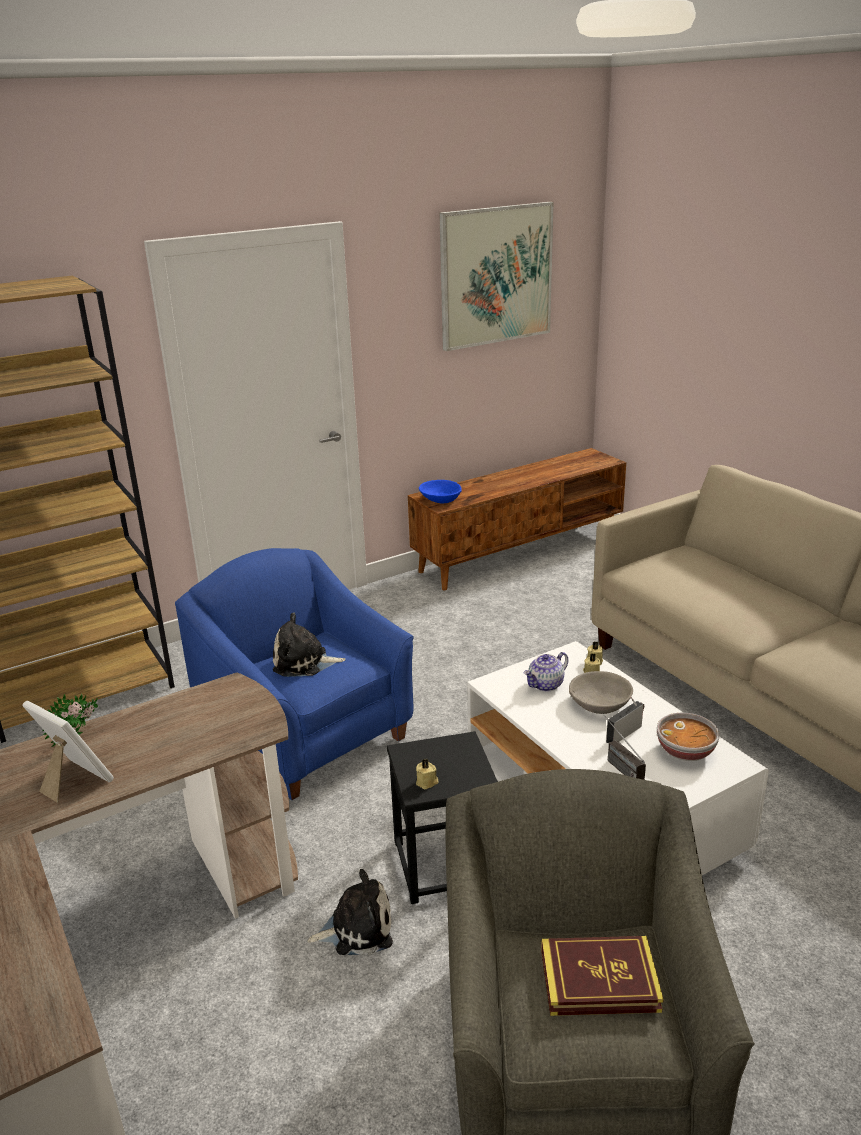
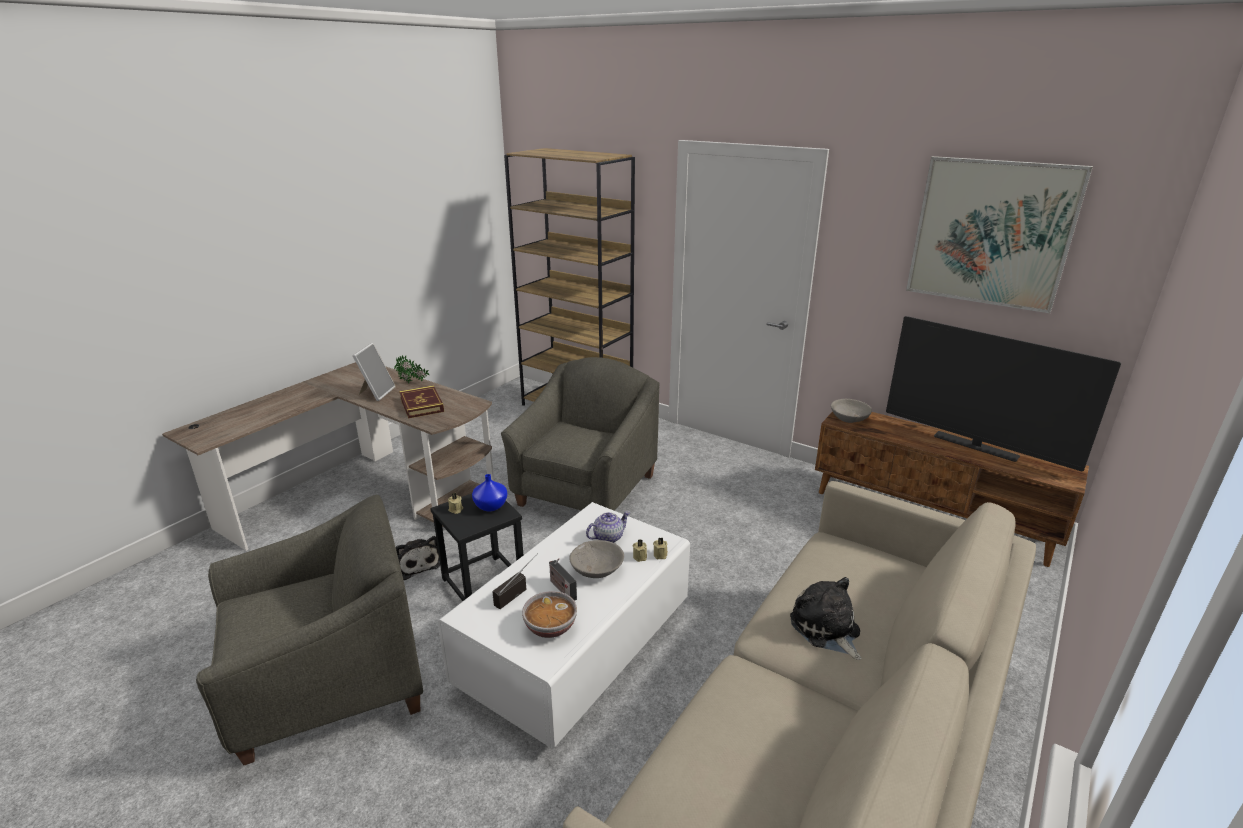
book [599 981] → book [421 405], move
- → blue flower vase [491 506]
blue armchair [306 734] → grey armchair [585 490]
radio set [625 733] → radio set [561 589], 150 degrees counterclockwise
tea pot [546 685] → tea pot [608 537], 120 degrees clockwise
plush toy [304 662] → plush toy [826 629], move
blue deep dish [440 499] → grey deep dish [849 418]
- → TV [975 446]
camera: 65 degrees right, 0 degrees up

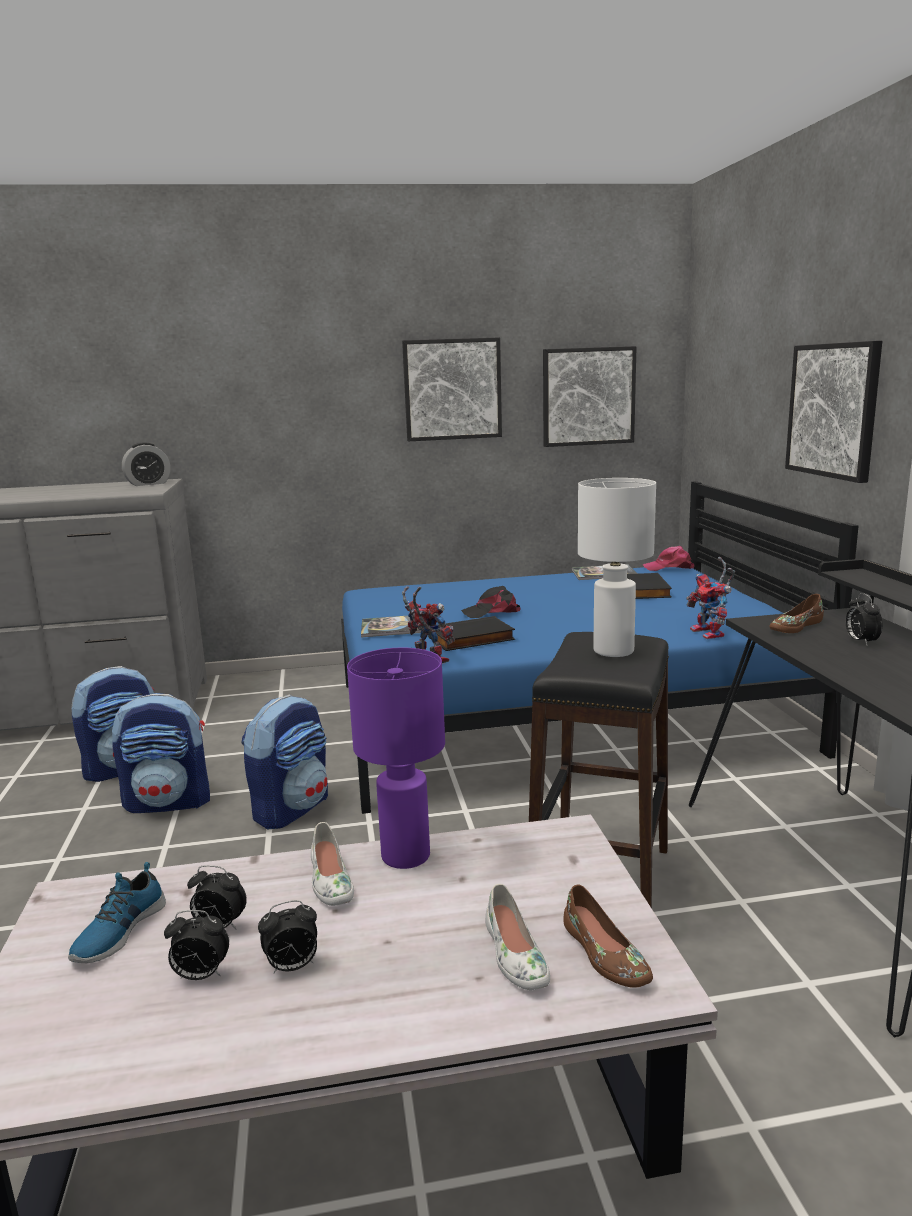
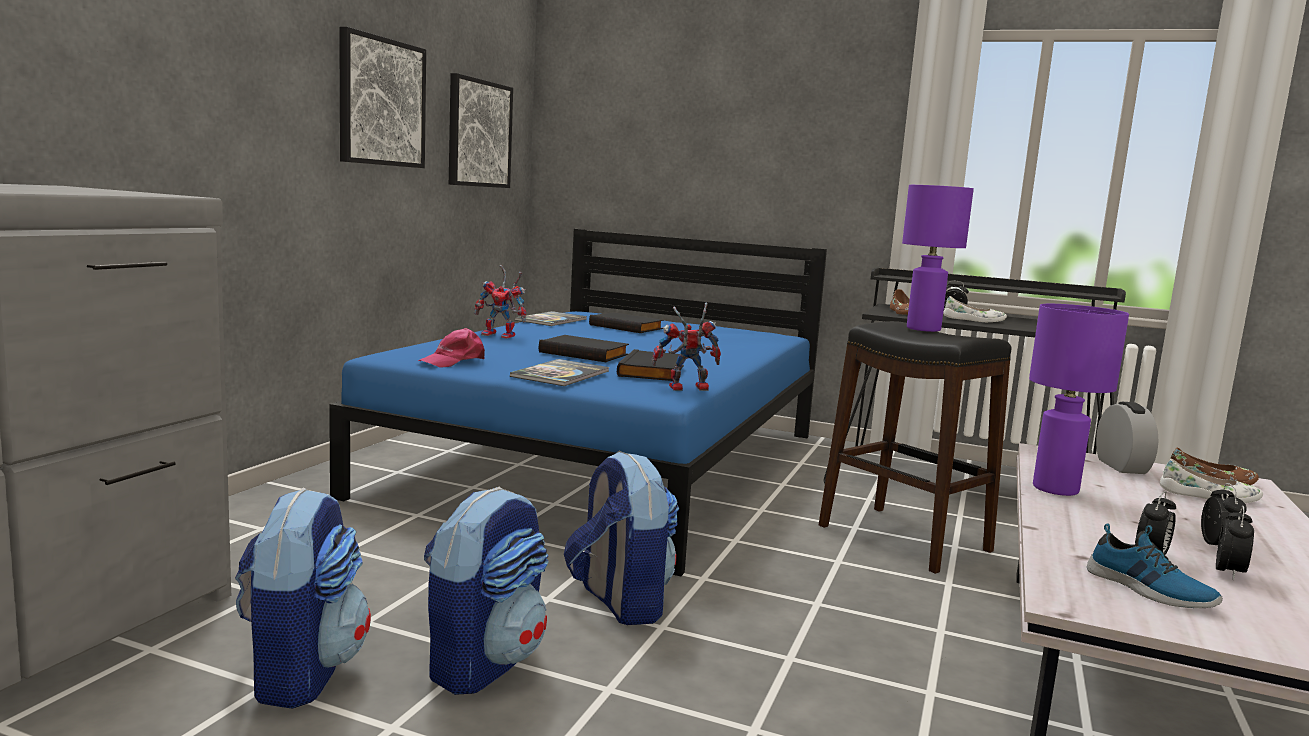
pinkish cap [669 568] → pinkish cap [454 361], move
toy robot [711 634] → toy robot [502 335], move
blackish cap [492 612] → blackish book [585 353]
white-coloured tabletop lamp [614 651] → purple tabletop lamp [924 329]
white-coloured item of footwear [330 880] → white-coloured item of footwear [974 320], move
table clock [148 484] → table clock [1121 466], move
picture [833 410] → -
camera: 60 degrees left, 5 degrees down

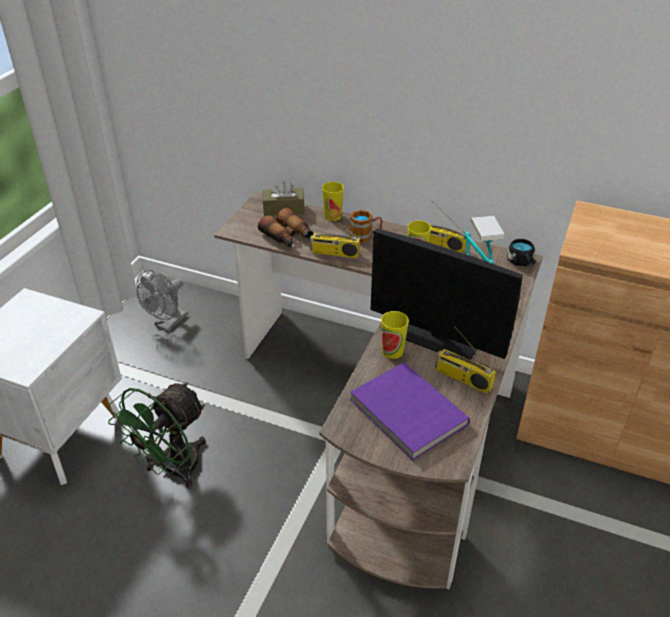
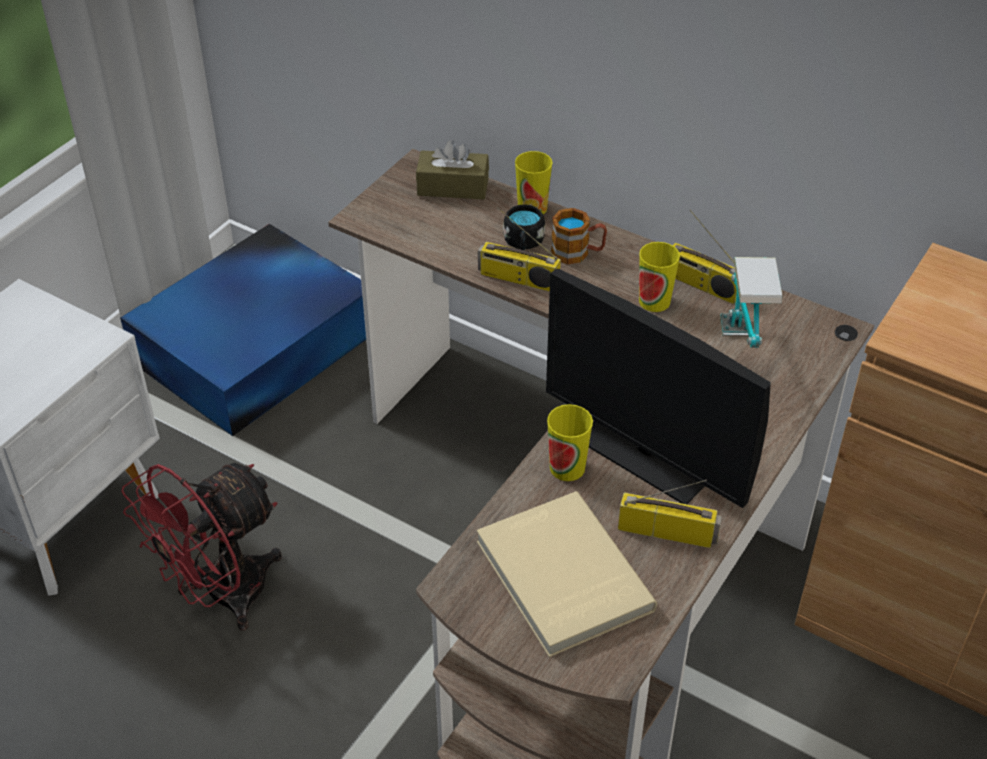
grey electric fan [168 324] → blue storage container [258 345]
greenish electric fan [172 470] → red electric fan [222 596]
purple book [406 413] → beige book [560 577]
blackish tea mug [520 262] → blackish tea mug [523 243], move
radio set [462 379] → radio set [668 531], 150 degrees clockwise
binoculars [288 237] → -
camera: 10 degrees right, 5 degrees up

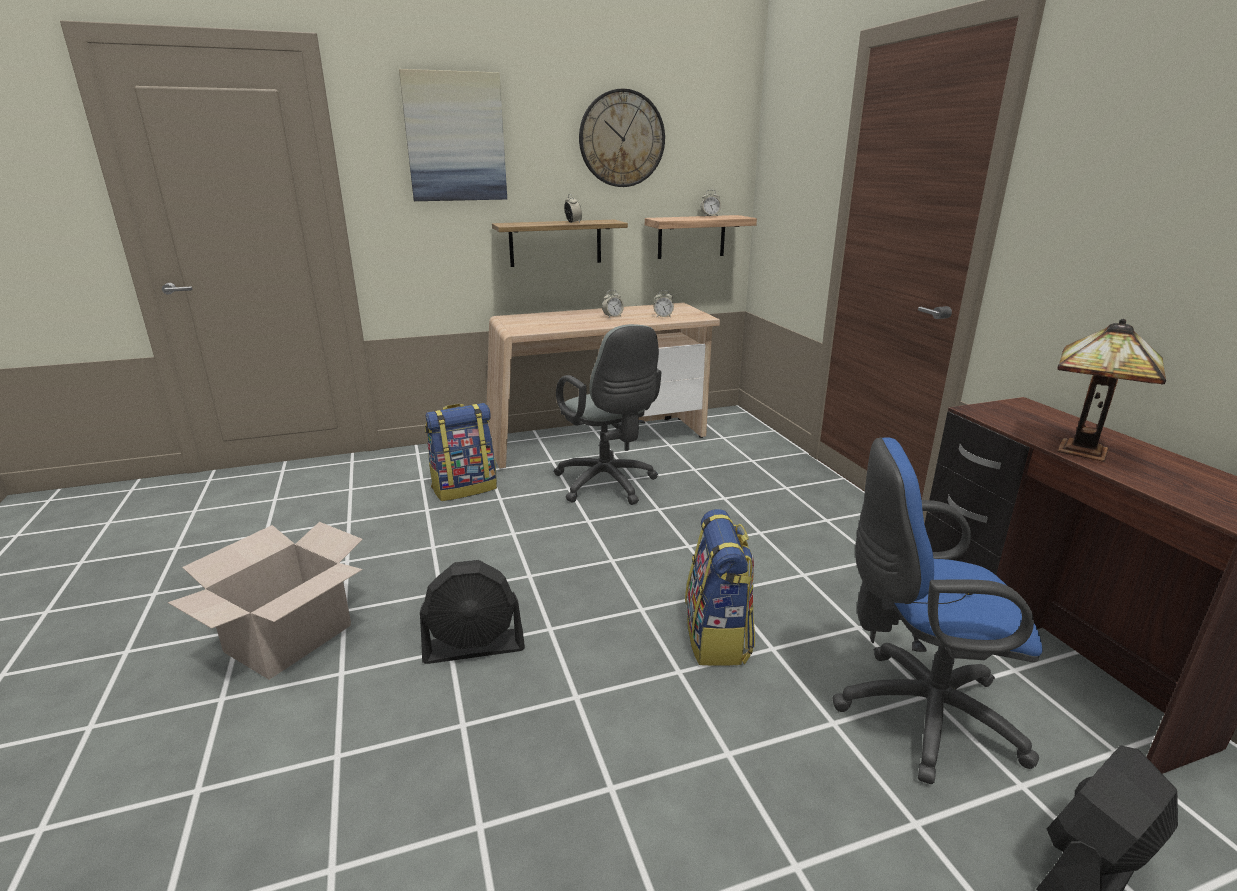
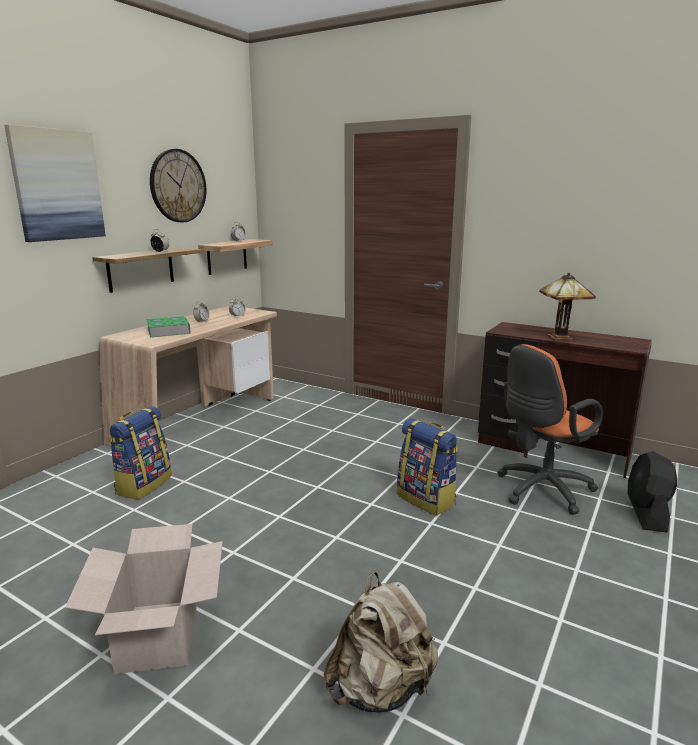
- → book [168 331]
- → beige rucksack [381 688]
blue desk chair [917 713] → orange desk chair [540 491]
blackish electric fan [474 647] → -
grey desk chair [608 485] → -
camera: 40 degrees left, 5 degrees down

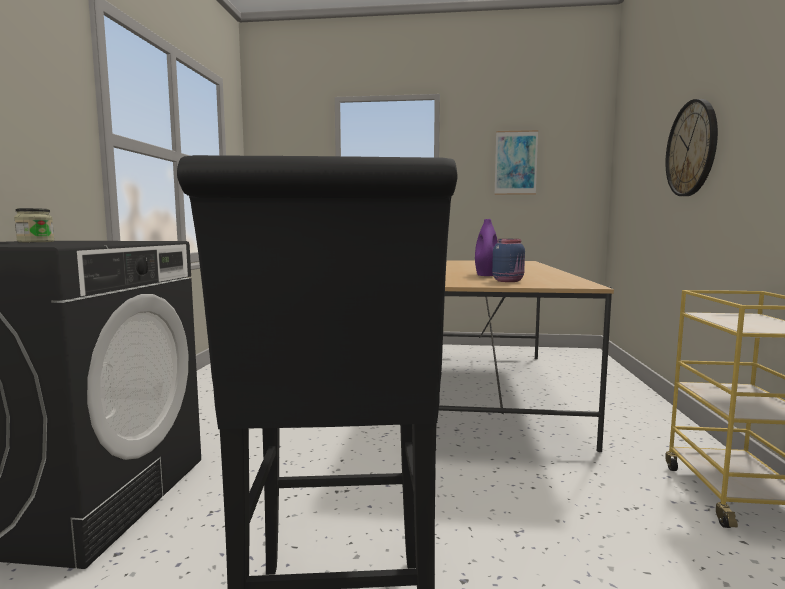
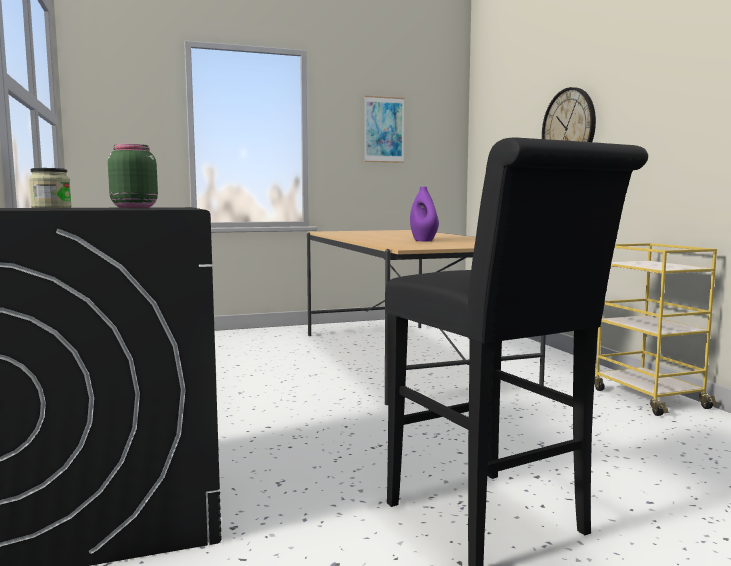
- → greenish storage jar [133 207]
blue storage jar [508 281] → -
camera: 25 degrees left, 0 degrees up

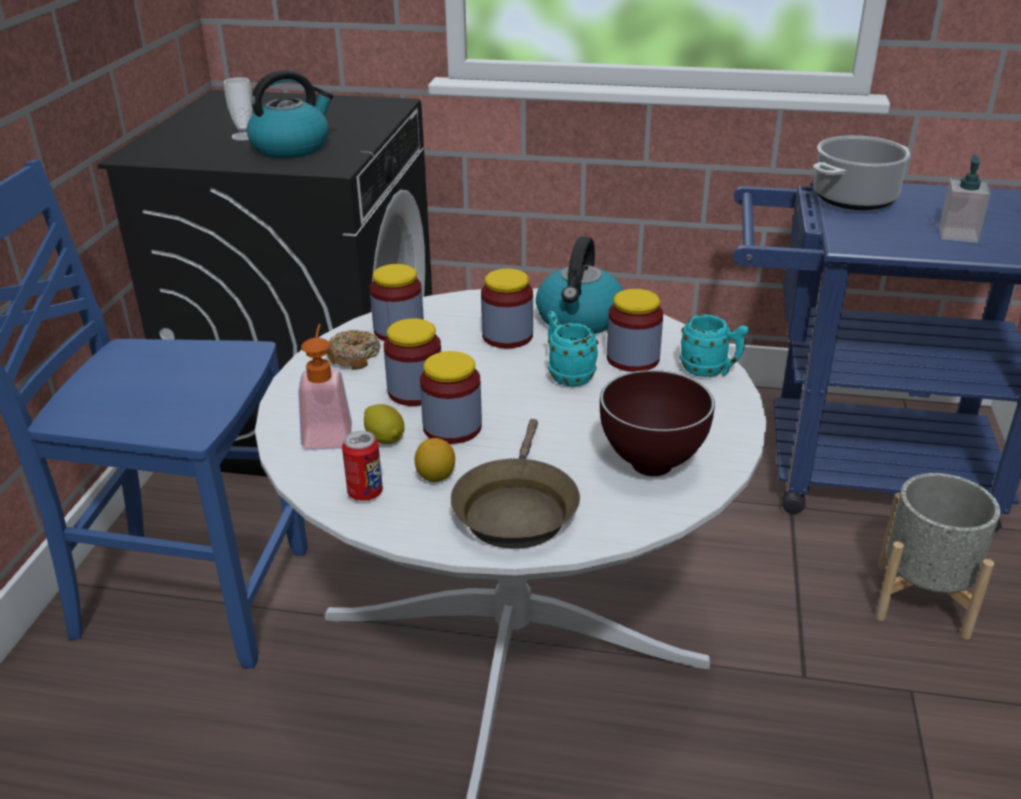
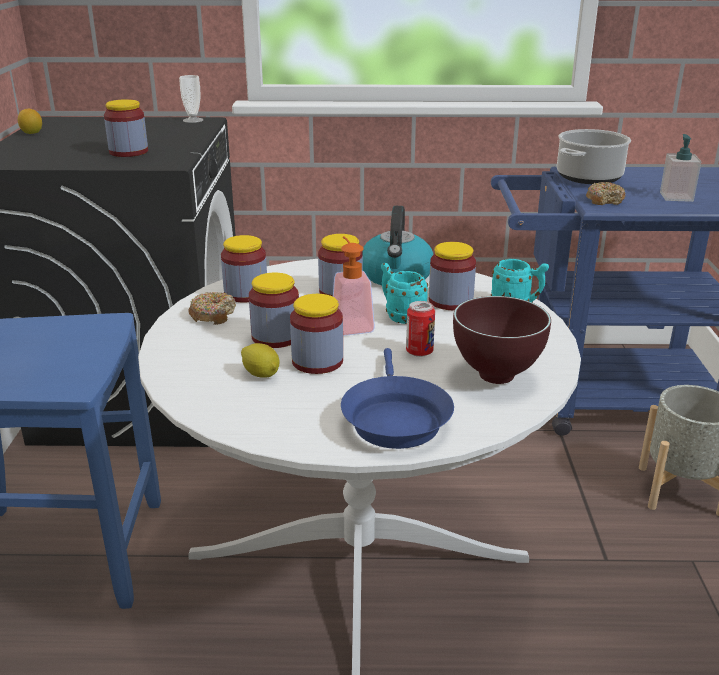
citrus fruit [436 477] → citrus fruit [32 133], move
water kettle [292 147] → storage jar [128 152]
drinking cup [245 136] → drinking cup [193 120], move
soap dispenser [328 431] → soap dispenser [350 323], move
brownish pan [515 509] → blue pan [394 418]
metal can [365 493] → metal can [419 352], move
- → donut [604 200]
camera: 10 degrees left, 5 degrees down

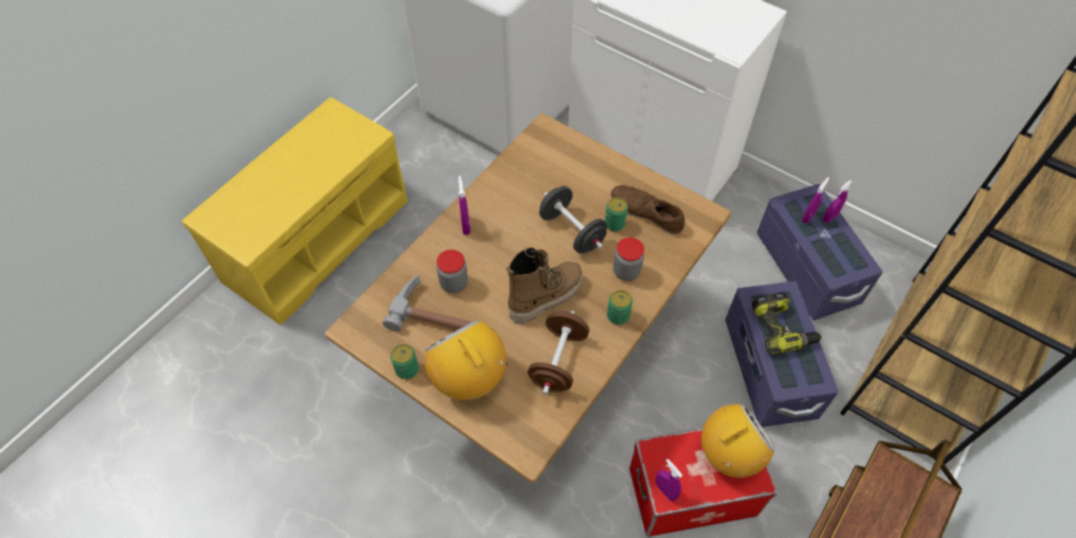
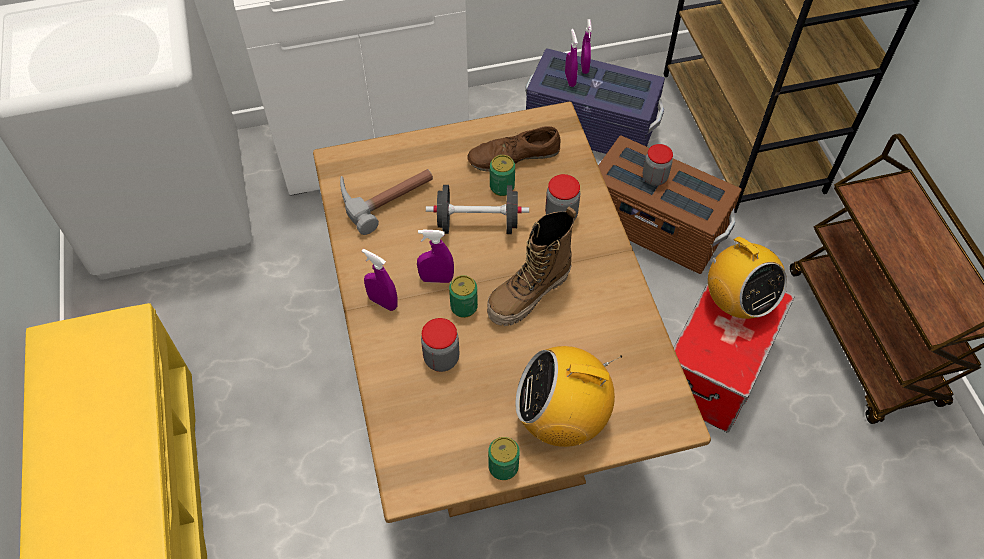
hand hammer [435 313] → hand hammer [385 194], move
purple spray bottle [665 490] → purple spray bottle [436 279], move
metal can [618 316] → metal can [464 307], move
high-top boot [545 297] → high-top boot [529 295], 135 degrees counterclockwise
purple storage container [769 369] → brownish storage container [654 227]
electric drill [782 328] → storage jar [654 178]
radio set [729 455] → radio set [736 302], 135 degrees clockwise
brownish free weight [558 361] → -
camera: 50 degrees left, 0 degrees up

